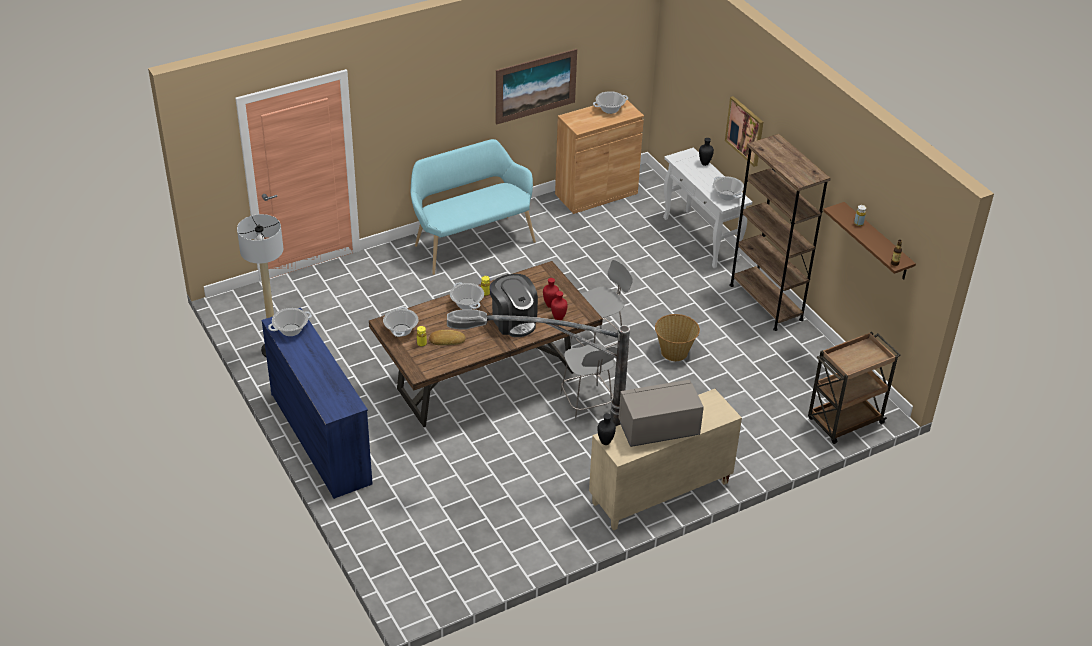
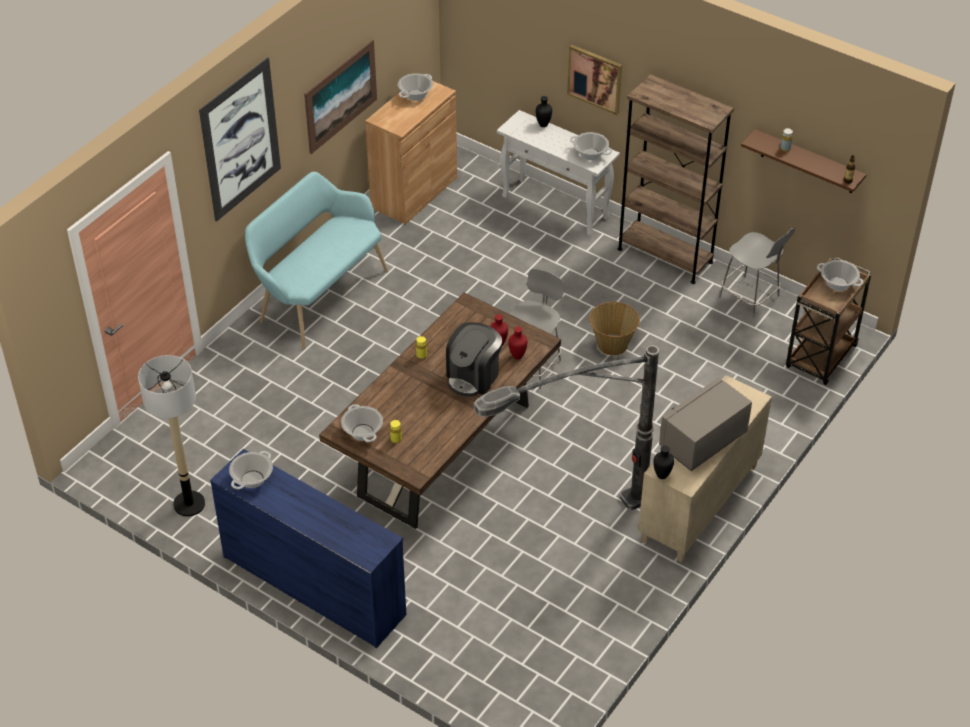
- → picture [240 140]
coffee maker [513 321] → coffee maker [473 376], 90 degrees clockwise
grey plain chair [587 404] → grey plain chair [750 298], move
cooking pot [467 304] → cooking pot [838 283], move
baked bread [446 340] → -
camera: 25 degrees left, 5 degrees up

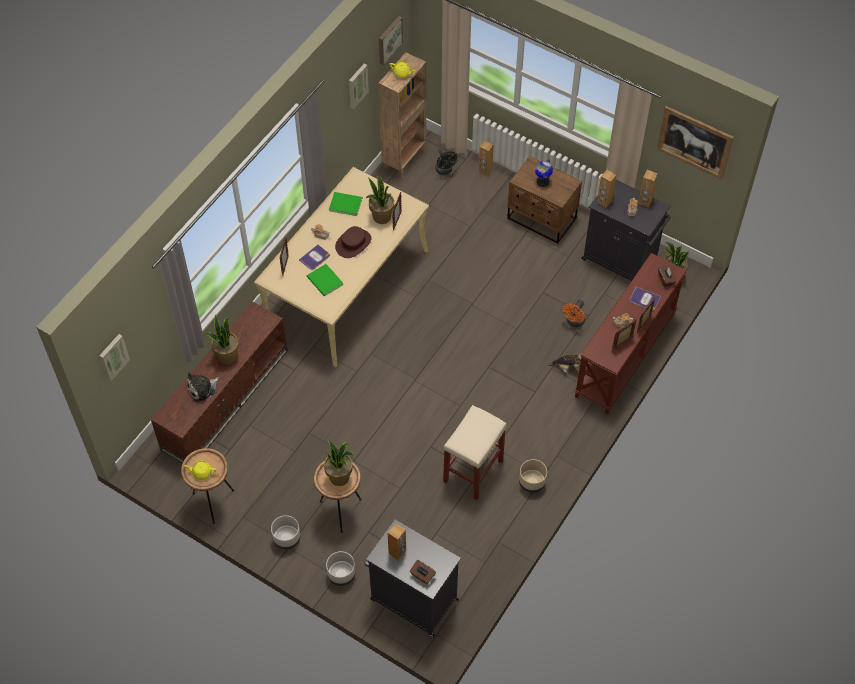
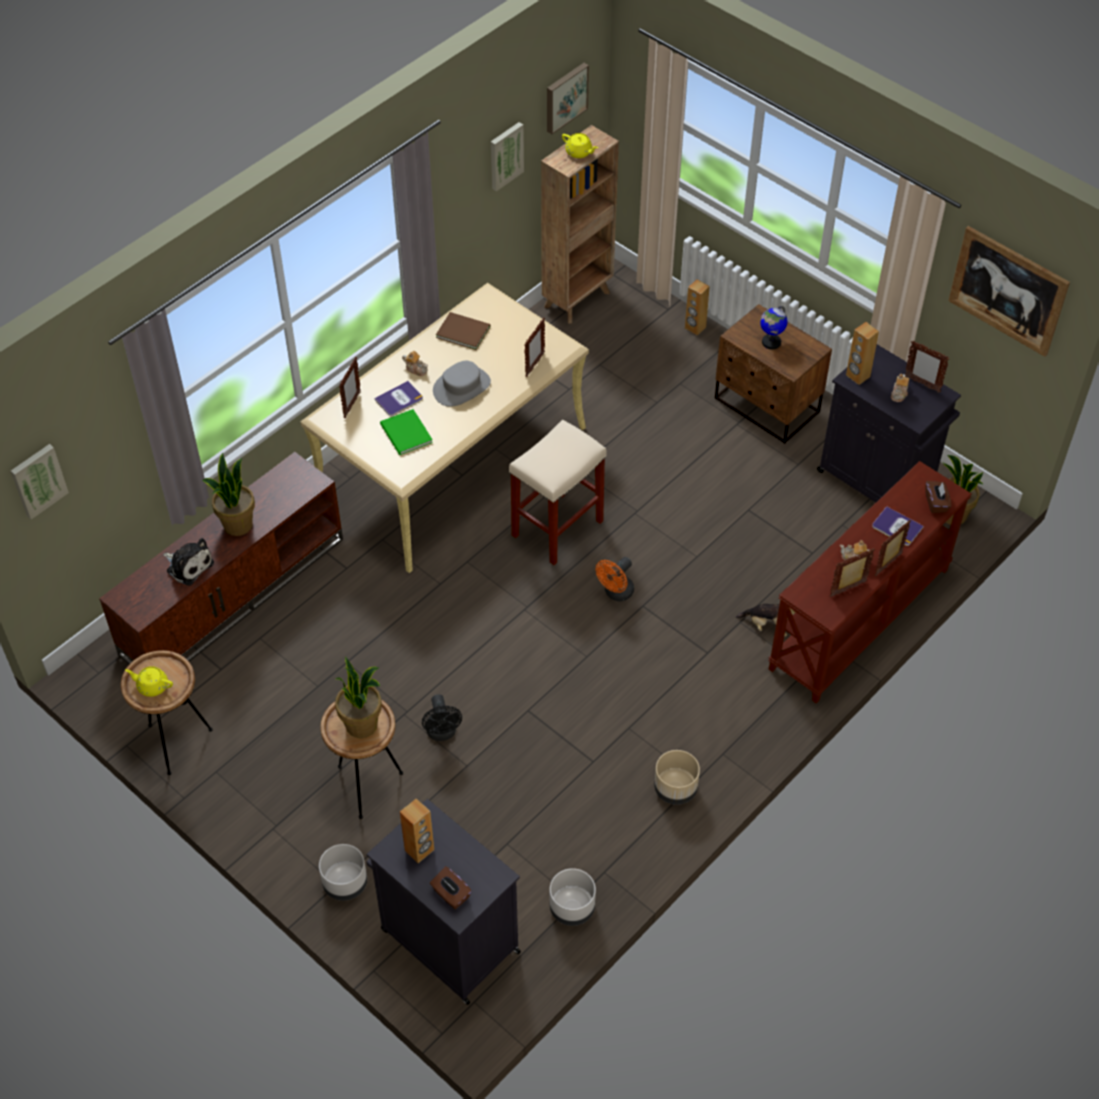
plush toy [202 389] → plush toy [188 565], 120 degrees counterclockwise
blackish electric fan [445 170] → blackish electric fan [442 733], move
brownish hat [353 243] → grey hat [462 387]
greenish book [344 203] → brownish book [462 331]
beige sitting stool [473 472] → beige sitting stool [557 529], move
grey planter [286 539] → grey planter [571 908], move
orange electric fan [574 322] → orange electric fan [616 593], move
brownish speaker [645 201] → standing frame [922 384]
houseplant [381 217] → -
camera: 10 degrees right, 5 degrees down

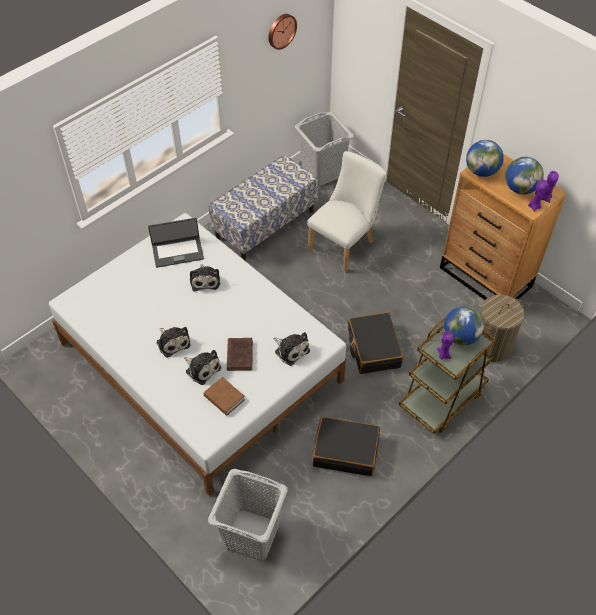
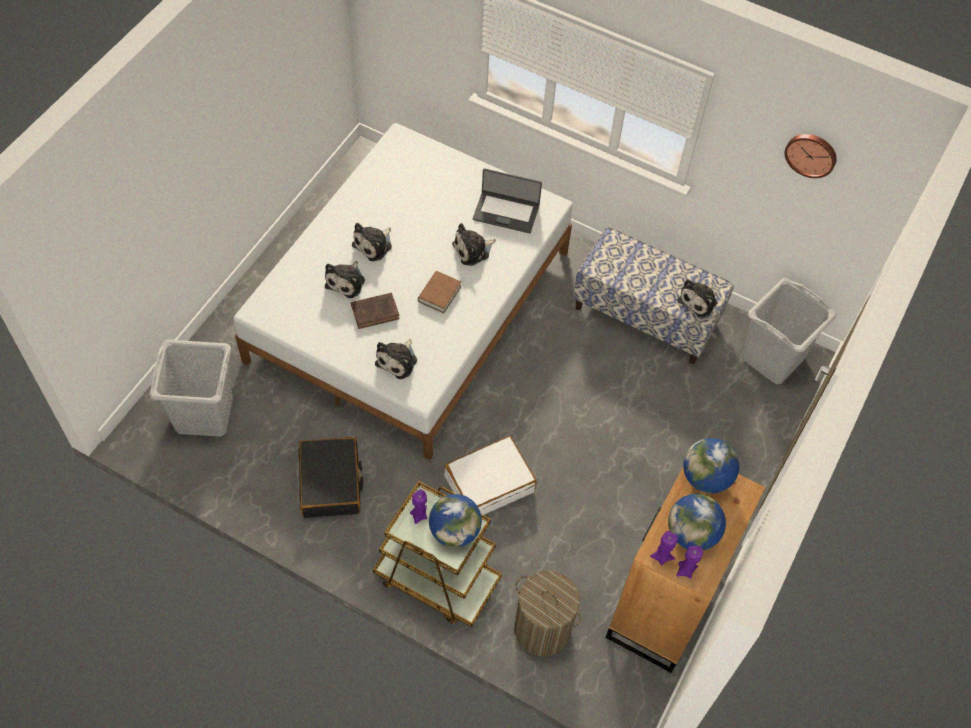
brownish book [224 398] → brownish book [439 294], move
blackish suitcase [373 348] → white-coloured suitcase [489 483]
laptop [177 252] → laptop [506 212], 45 degrees counterclockwise
- → plush toy [699 300]
white-coloured plain chair [344 243] → -
camera: 70 degrees right, 5 degrees up

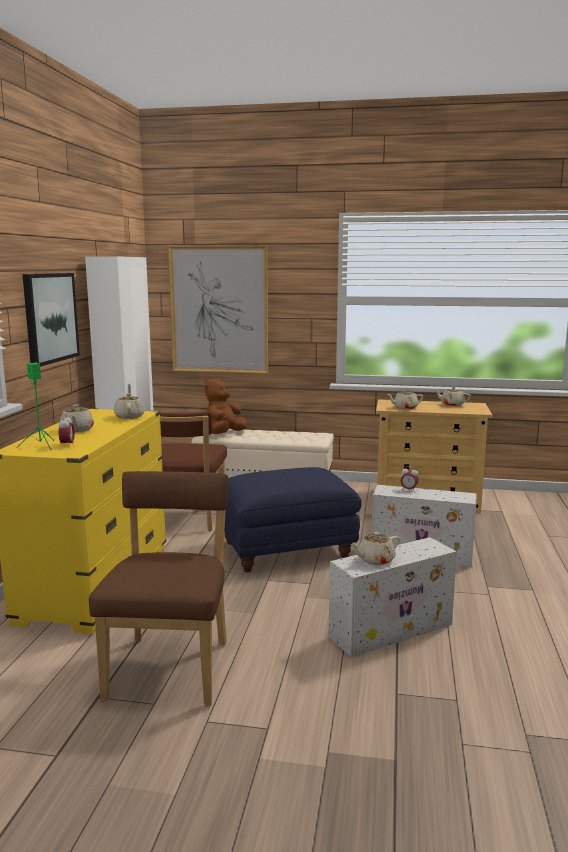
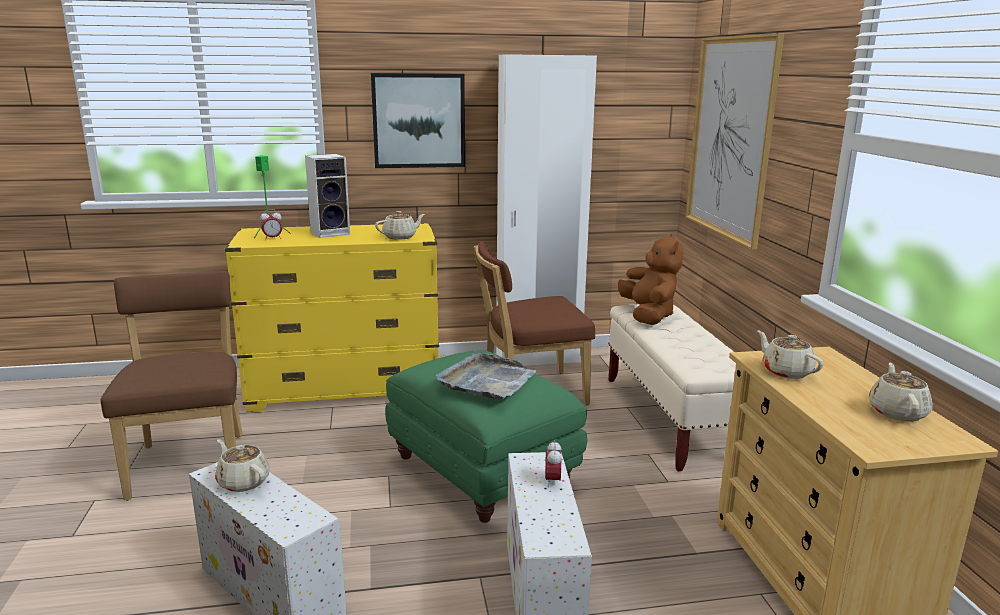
brownish plain chair [171 666] → brownish plain chair [190 462], 90 degrees counterclockwise
beige tea pot [77 430] → speaker [331 233]
blue ottoman [288 550] → greenish ottoman [483 473]
- → grey serving tray [487 380]
brownish plush toy [224 434] → brownish plush toy [648 315], 75 degrees clockwise
camera: 70 degrees right, 5 degrees up

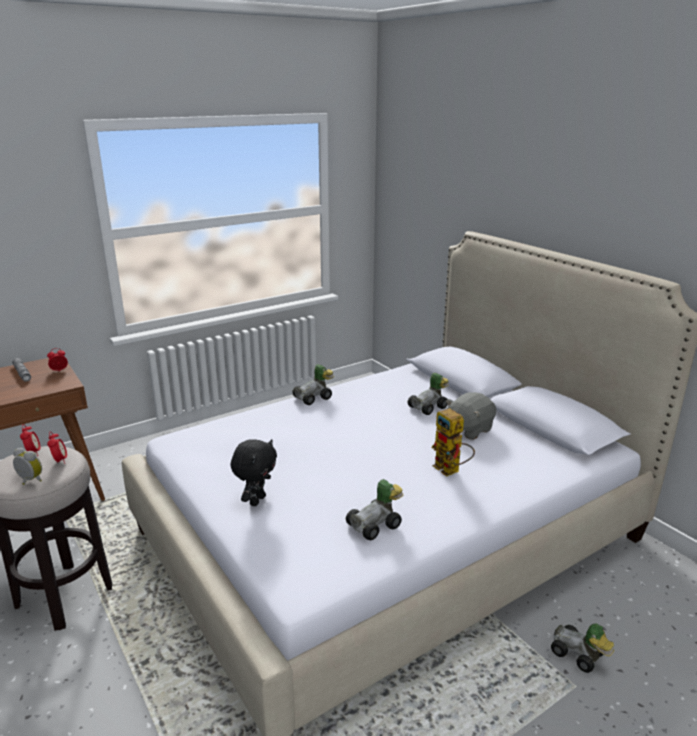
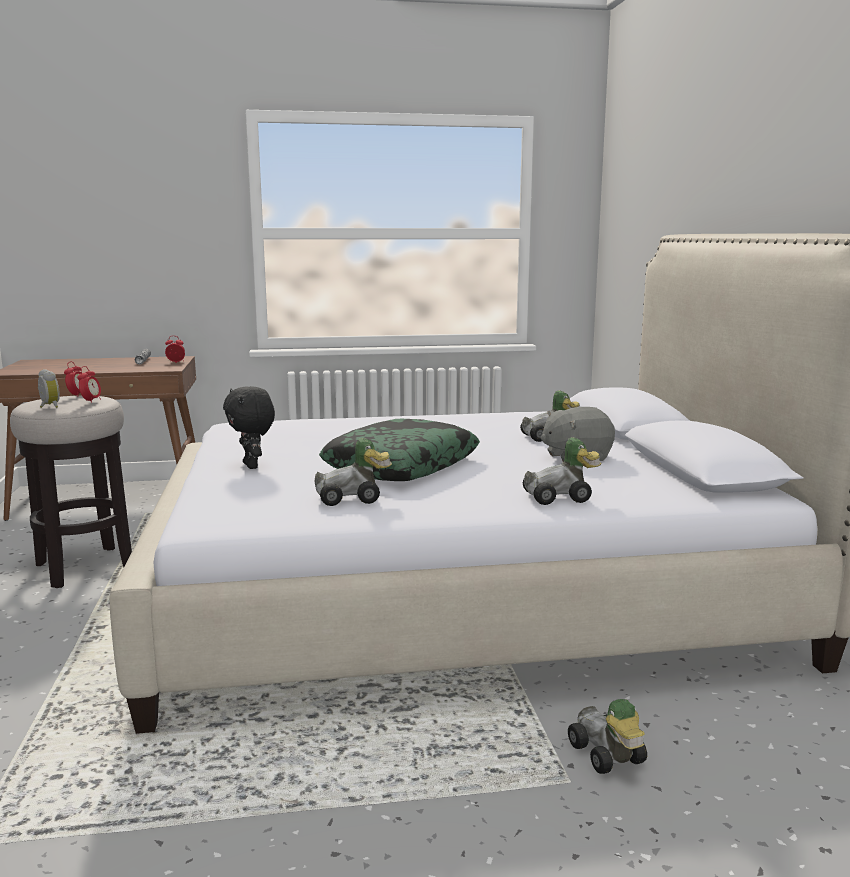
blackish plush toy [256 500] → blackish plush toy [252 466], 105 degrees clockwise
- → pillow [401 465]
toy car [314 398] → toy car [560 498], move
toy robot [451 470] → -
camera: 25 degrees right, 10 degrees down

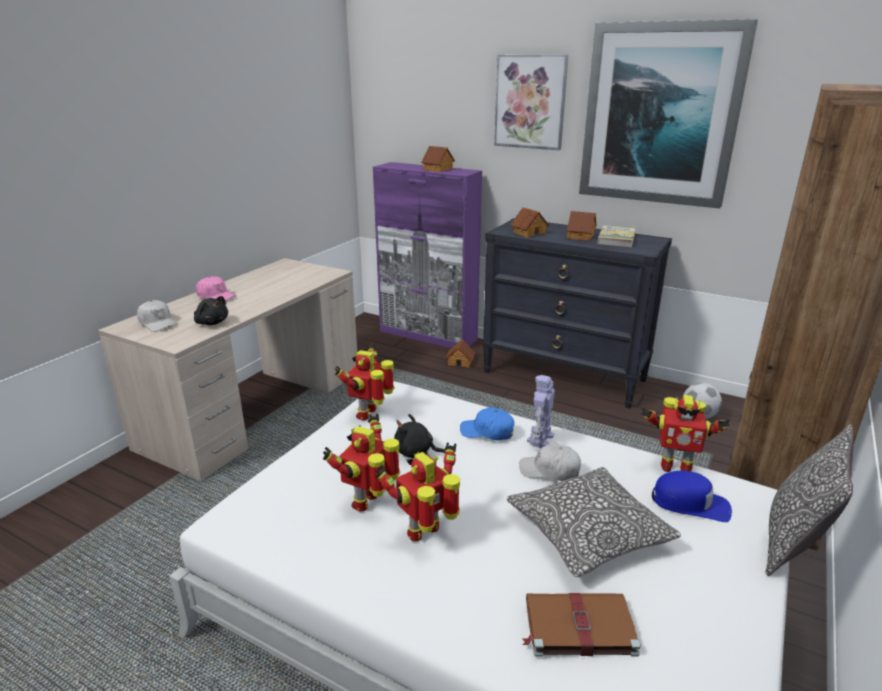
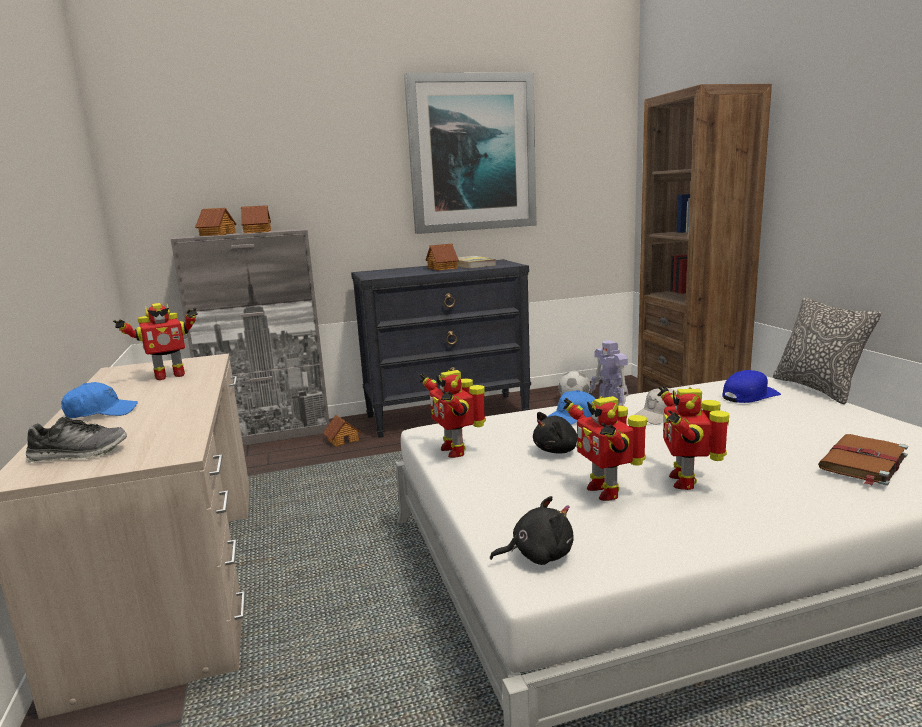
white-coloured cap [158 323] → item of footwear [79 454]
pinkish cap [216 296] → blue cap [101 412]
toy robot [674 466] → toy robot [168 376], move
purple storage cabinet [428 335] → grey storage cabinet [271 435]
miniature house [529 233] → miniature house [217 234], move
blackish plush toy [211 322] → blackish plush toy [538 555], move
picture [530 102] → -
pillow [588 532] → -
camera: 45 degrees left, 10 degrees down

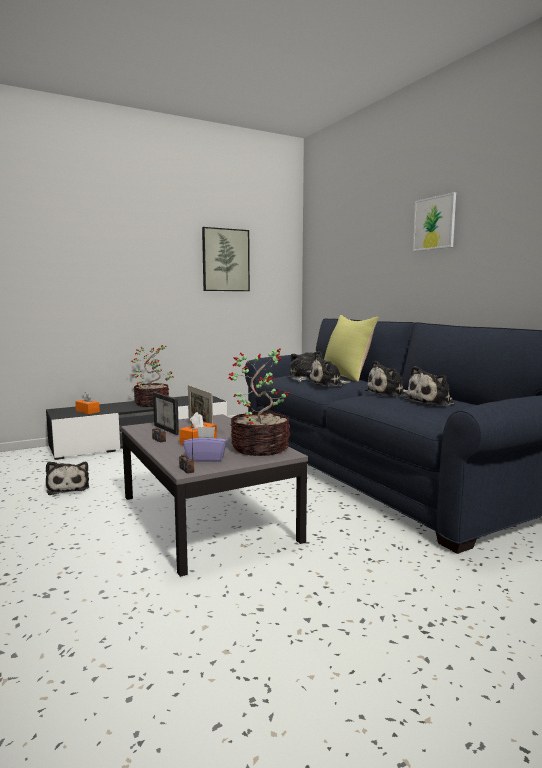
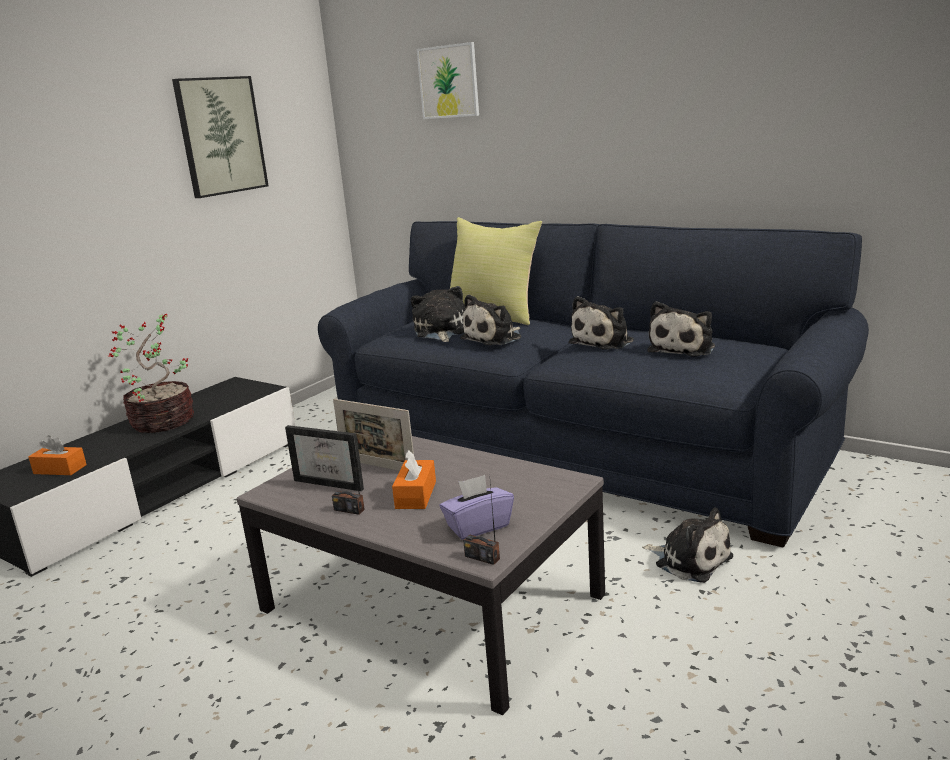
picture [434 223] → picture [448 81], move
plush toy [68 488] → plush toy [690 560], move
houseplant [261 448] → -
camera: 25 degrees left, 10 degrees up

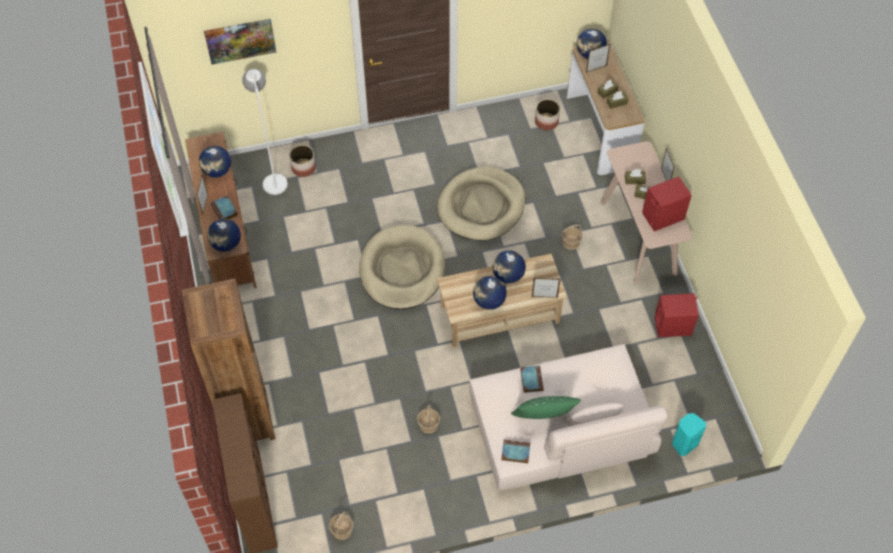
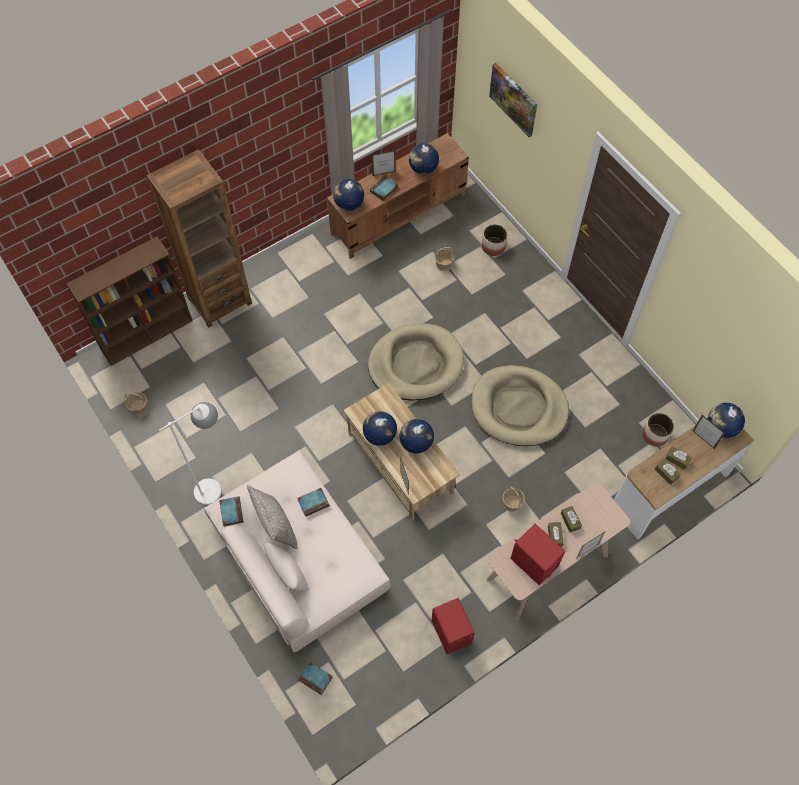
white-coloured standard lamp [273 178] → white-coloured standard lamp [216 486], move
greenish pillow [543 418] → grey pillow [275 526]
turquoise-coloured speaker [684 443] → book [316 679]
storage basket [428 424] → storage basket [444 264], move
camera: 70 degrees right, 5 degrees up

